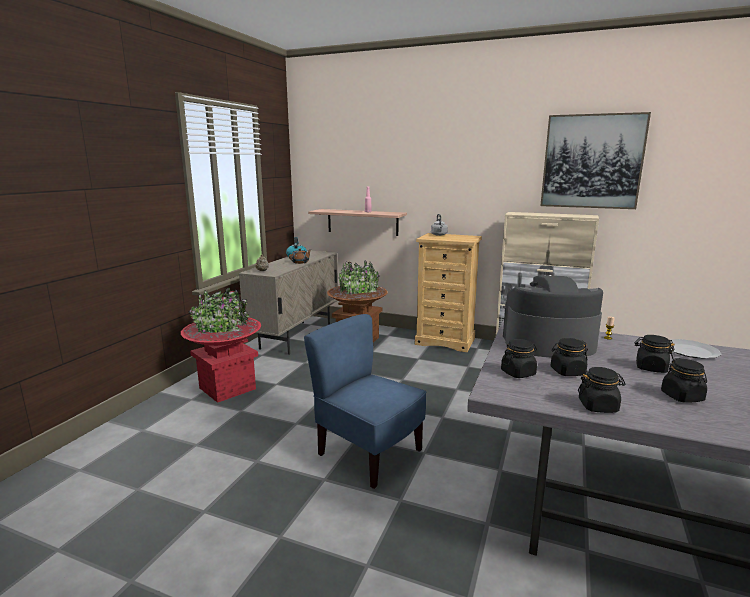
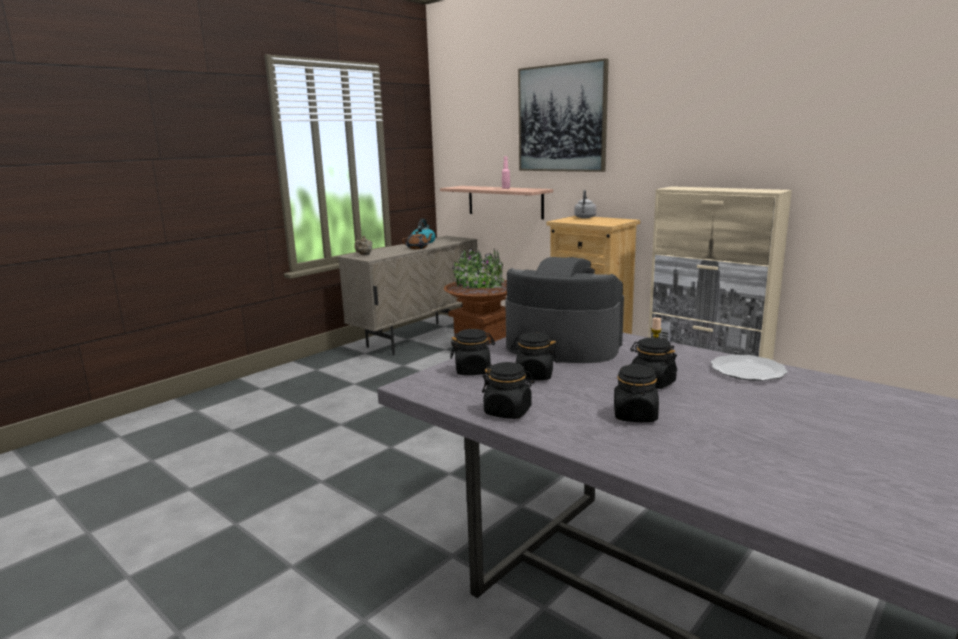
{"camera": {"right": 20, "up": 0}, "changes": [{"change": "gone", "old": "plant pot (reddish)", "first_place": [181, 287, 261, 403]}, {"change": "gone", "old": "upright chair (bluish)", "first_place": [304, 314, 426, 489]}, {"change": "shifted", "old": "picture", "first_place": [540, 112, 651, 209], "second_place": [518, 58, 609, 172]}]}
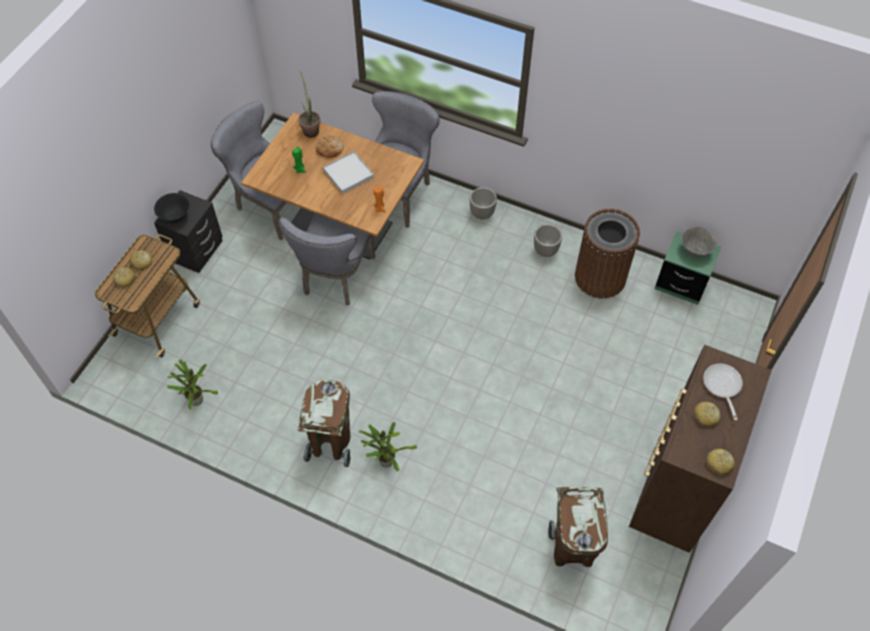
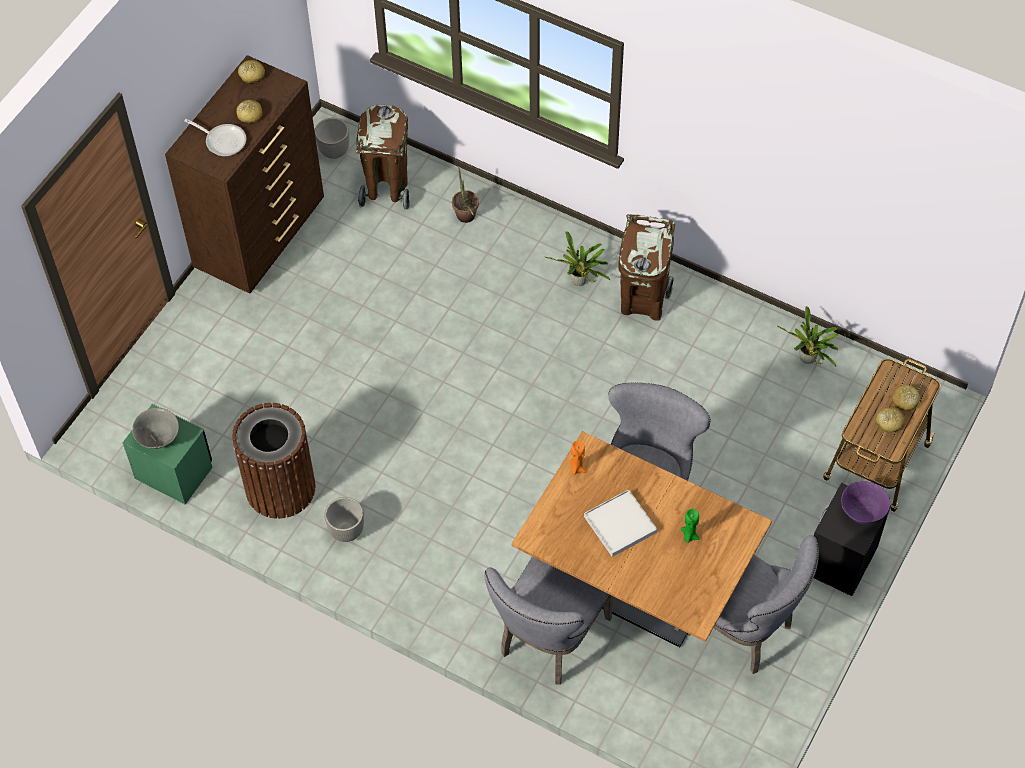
{"camera": {"right": -175, "up": 0}, "changes": [{"change": "gone", "old": "baked bread", "first_place": [316, 135, 344, 158]}, {"change": "shifted", "old": "potted plant", "first_place": [298, 72, 321, 138], "second_place": [452, 166, 479, 223]}, {"change": "shifted", "old": "plant pot", "first_place": [470, 187, 497, 220], "second_place": [315, 118, 349, 159]}, {"change": "repainted", "old": "serving bowl (black)", "new": "serving bowl (purple-coloured)", "first_place": [154, 193, 190, 223], "second_place": [841, 481, 890, 524]}, {"change": "rotated", "old": "frying pan", "first_place": [703, 363, 743, 420], "second_place": [184, 119, 246, 156], "degrees": -60}]}
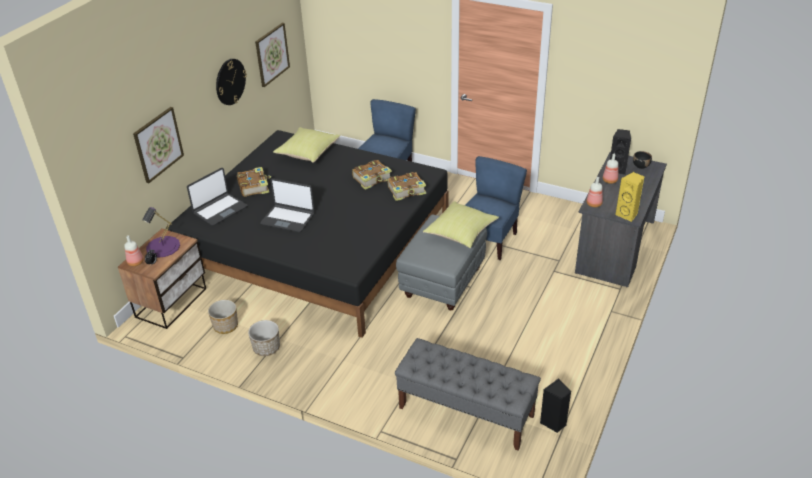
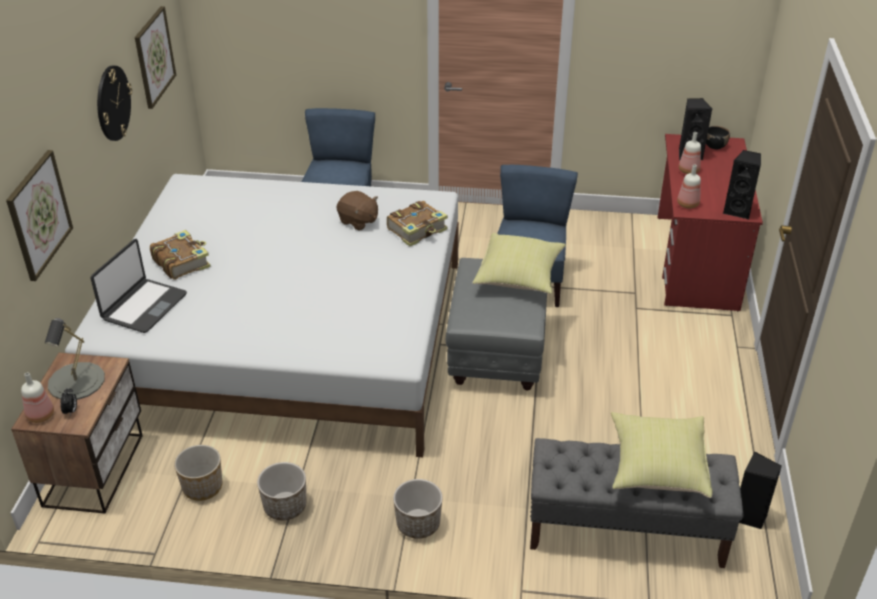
{"camera": {"right": -20, "up": 0}, "changes": [{"change": "gone", "old": "laptop", "first_place": [260, 178, 315, 232]}, {"change": "new", "new": "plant pot", "second_place": [393, 479, 443, 539]}, {"change": "shifted", "old": "cushion (yellow-coloured)", "first_place": [273, 127, 340, 163], "second_place": [611, 412, 712, 498]}, {"change": "swapped", "old": "volume", "new": "cuddly toy (brown)", "first_place": [352, 160, 392, 190], "second_place": [337, 191, 378, 231]}, {"change": "repainted", "old": "table lamp (purple-coloured)", "new": "table lamp (greyish)", "first_place": [142, 207, 180, 258], "second_place": [45, 318, 105, 400]}, {"change": "repainted", "old": "sleeping bed (black)", "new": "sleeping bed (white-coloured)", "first_place": [166, 130, 448, 338], "second_place": [65, 174, 459, 457]}, {"change": "repainted", "old": "desk unit (greyish)", "new": "desk unit (reddish)", "first_place": [575, 152, 667, 287], "second_place": [657, 134, 763, 311]}, {"change": "repainted", "old": "loudspeaker (yellow-coloured)", "new": "loudspeaker (black)", "first_place": [615, 172, 644, 222], "second_place": [723, 150, 761, 219]}]}
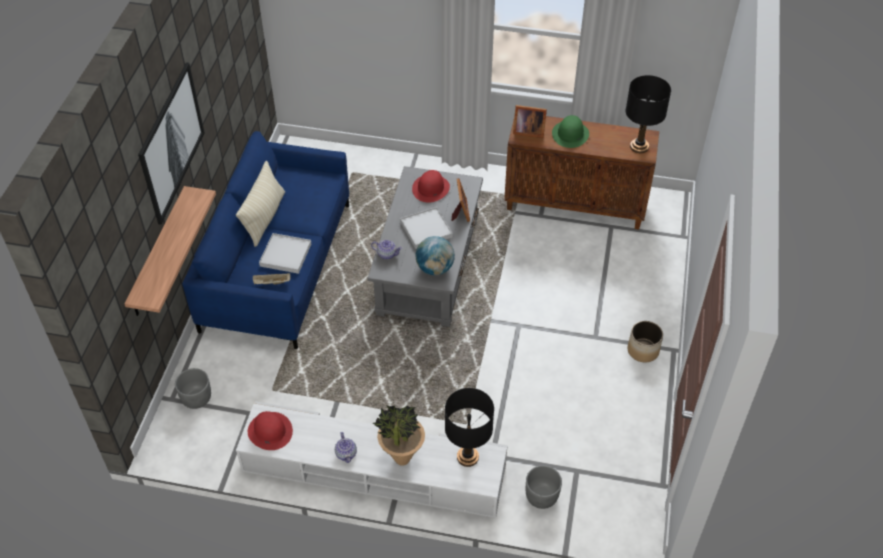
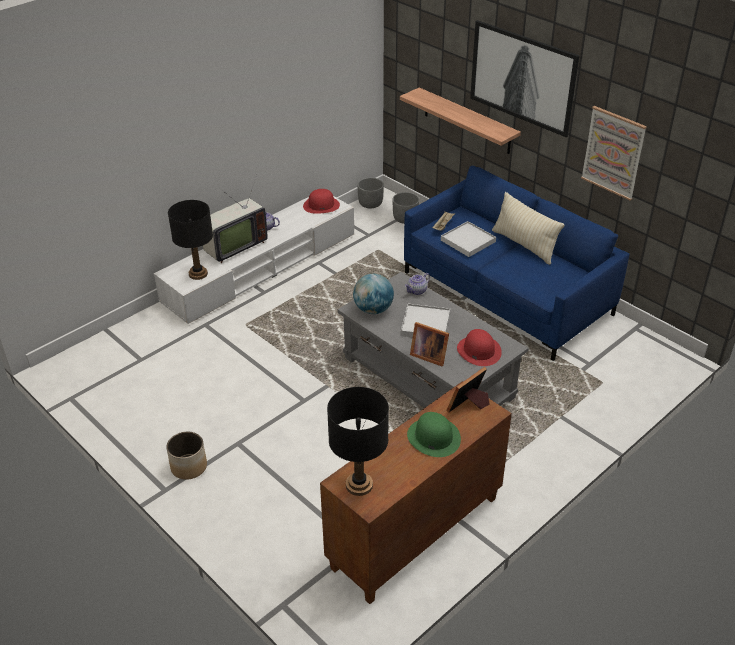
{"camera": {"right": 125, "up": -10}, "changes": [{"change": "new", "new": "picture", "second_place": [581, 106, 647, 200]}, {"change": "shifted", "old": "plant pot (greyish)", "first_place": [526, 465, 562, 509], "second_place": [357, 178, 384, 208]}, {"change": "swapped", "old": "potted plant", "new": "television", "first_place": [372, 405, 425, 466], "second_place": [203, 174, 268, 263]}]}
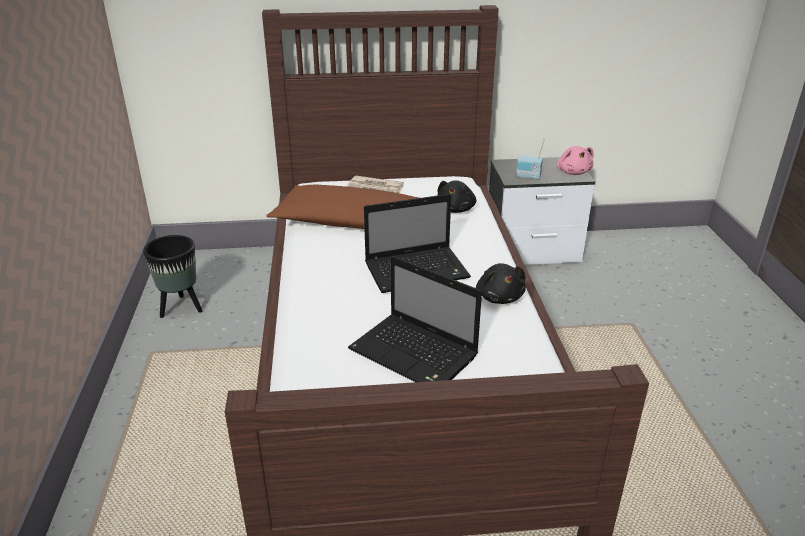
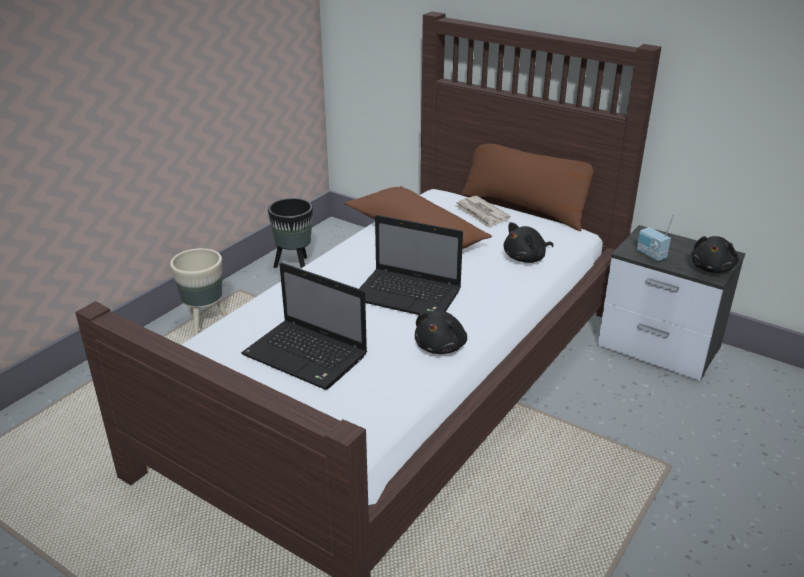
{"camera": {"right": 40, "up": 0}, "changes": [{"change": "new", "new": "plant pot (sand-coloured)", "second_place": [170, 248, 228, 336]}, {"change": "new", "new": "cushion (brown)", "second_place": [461, 144, 593, 231]}, {"change": "repainted", "old": "cuddly toy (pink-coloured)", "new": "cuddly toy (black)", "first_place": [557, 146, 594, 175], "second_place": [692, 236, 739, 273]}, {"change": "rotated", "old": "laptop", "first_place": [348, 256, 482, 382], "second_place": [241, 262, 367, 390], "degrees": -45}]}
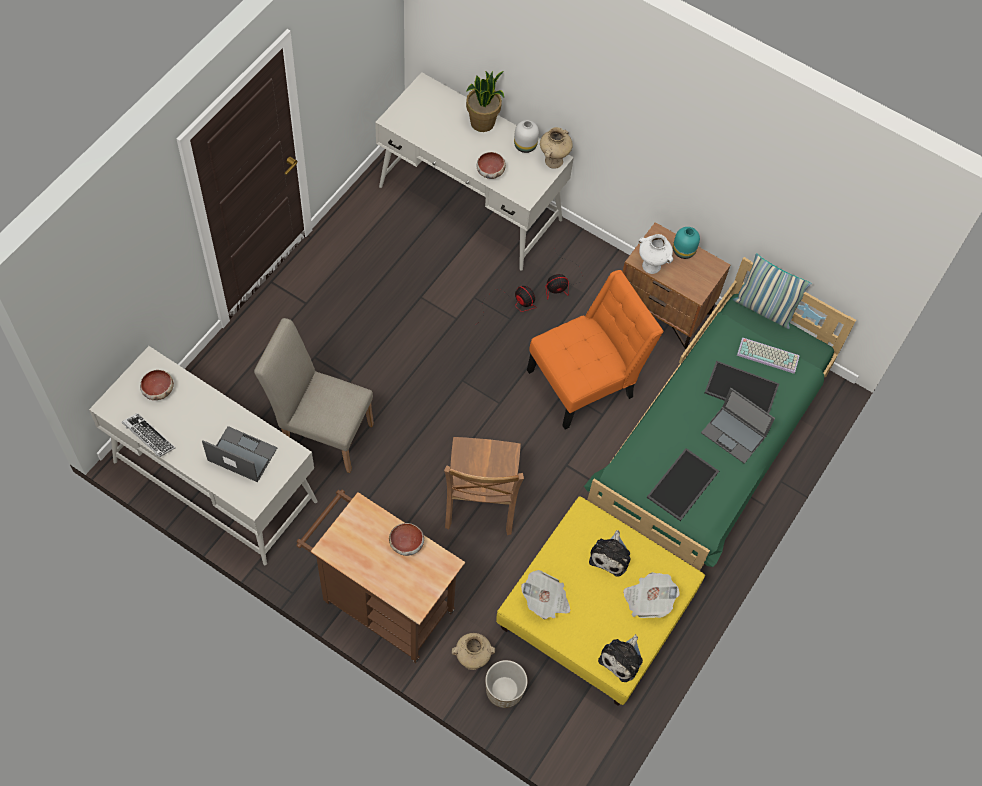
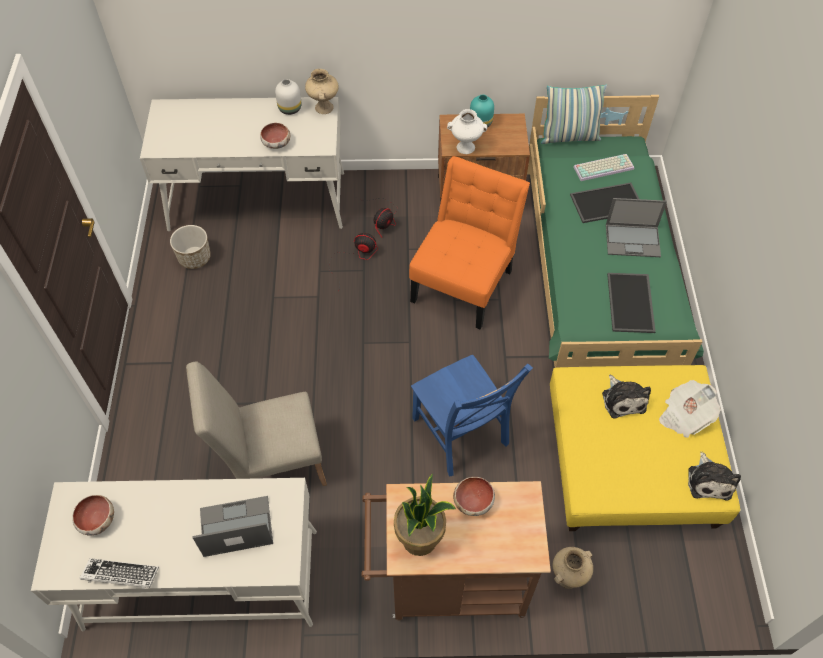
{"camera": {"right": -30, "up": -5}, "changes": [{"change": "gone", "old": "daily paper", "first_place": [521, 570, 571, 619]}, {"change": "shifted", "old": "potted plant", "first_place": [466, 71, 504, 132], "second_place": [394, 474, 456, 556]}, {"change": "shifted", "old": "plant pot", "first_place": [485, 660, 527, 708], "second_place": [170, 225, 211, 269]}, {"change": "repainted", "old": "upright chair (brown)", "new": "upright chair (bluish)", "first_place": [444, 437, 524, 535], "second_place": [411, 355, 533, 477]}]}
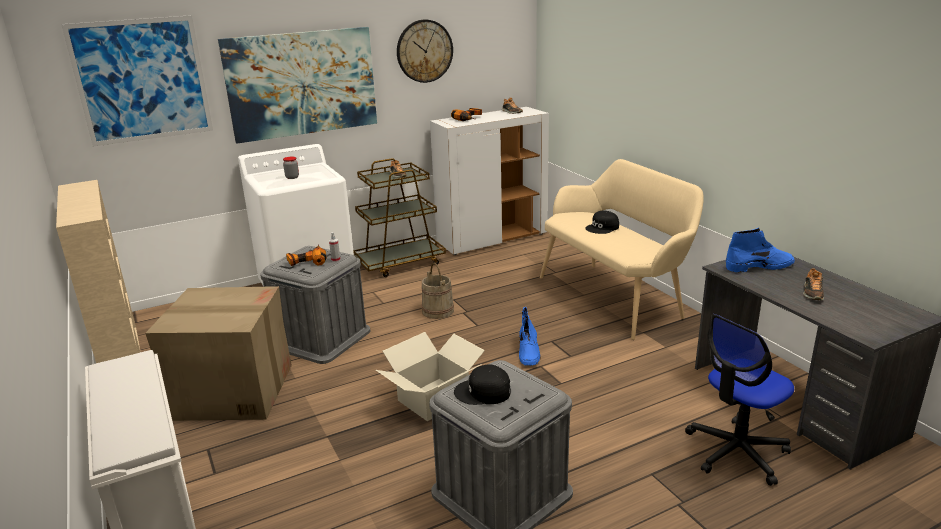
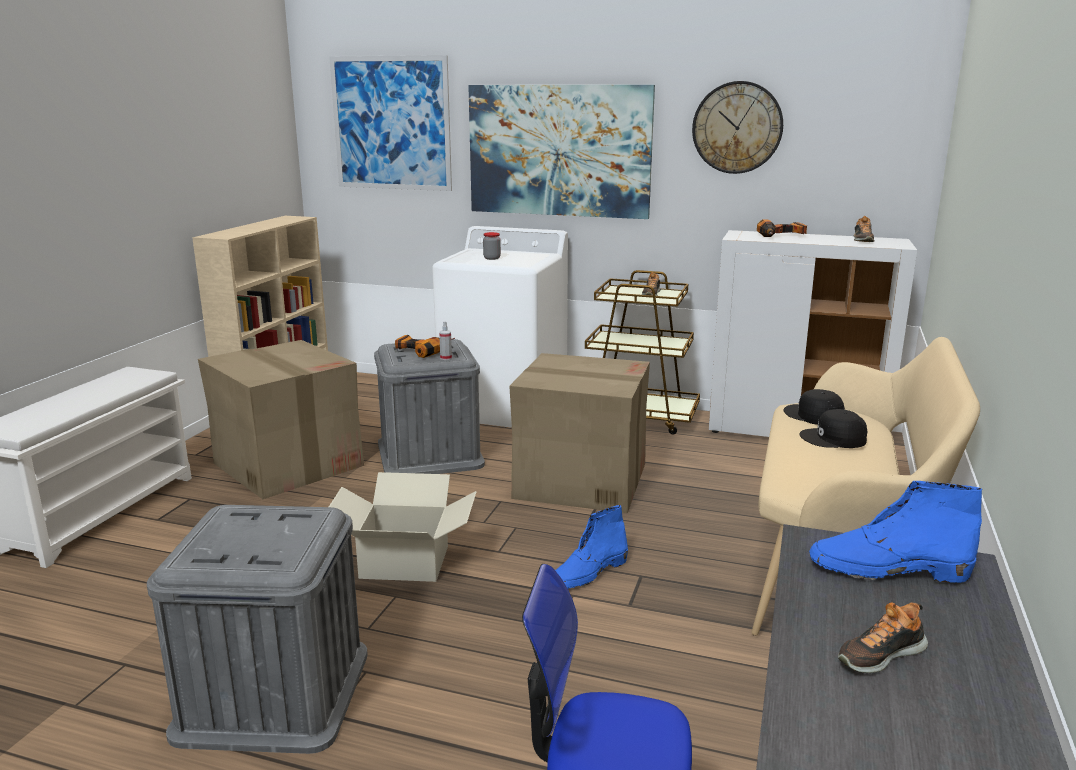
{"camera": {"right": 45, "up": -5}, "changes": [{"change": "shifted", "old": "peaked cap (black)", "first_place": [454, 365, 511, 405], "second_place": [783, 389, 845, 425]}, {"change": "swapped", "old": "pail (sand-coloured)", "new": "packing box", "first_place": [421, 263, 454, 319], "second_place": [510, 353, 650, 513]}, {"change": "rotated", "old": "high-top boot (bluish)", "first_place": [726, 228, 795, 272], "second_place": [809, 481, 982, 583], "degrees": 150}]}
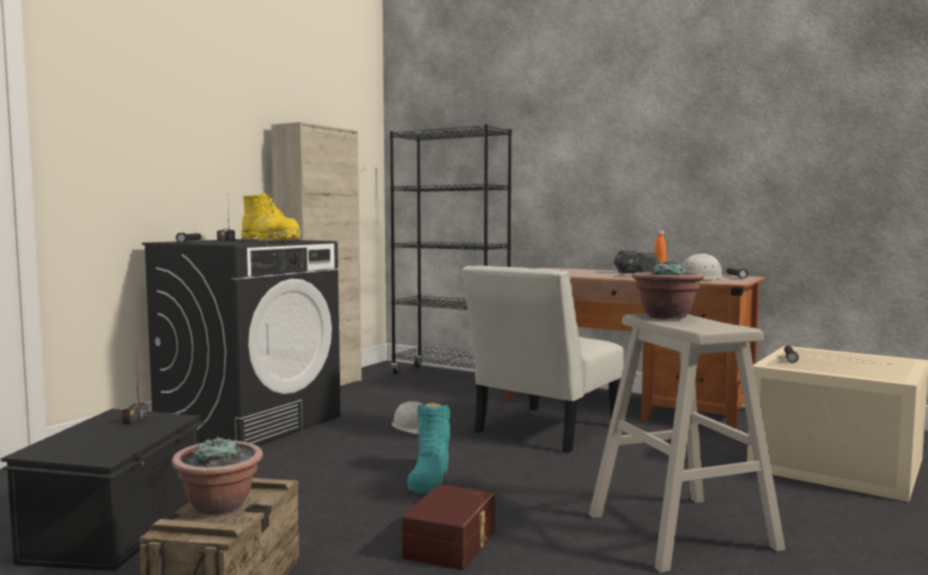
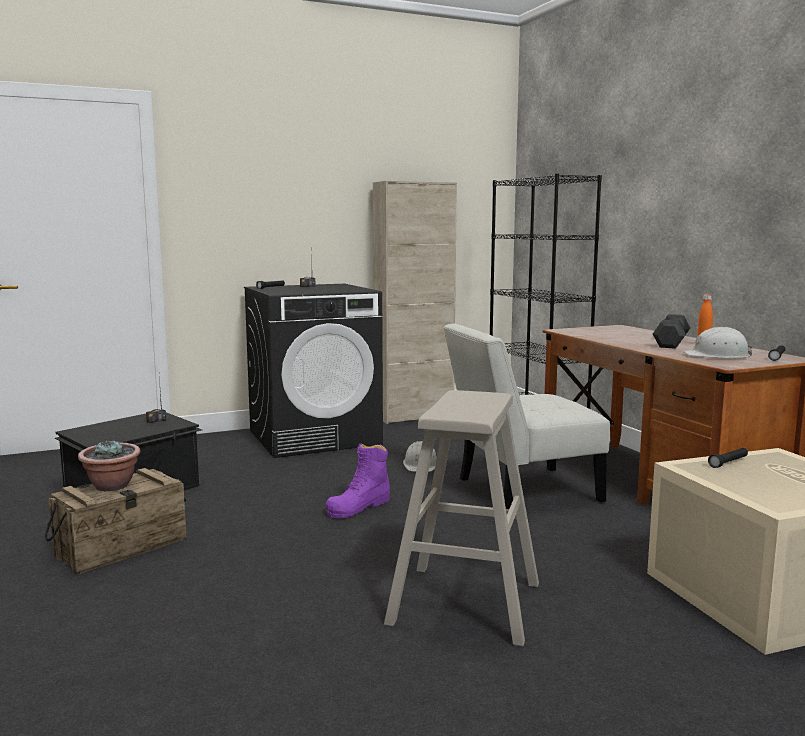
{"camera": {"right": 35, "up": 5}, "changes": [{"change": "gone", "old": "high-top boot (yellow-coloured)", "first_place": [241, 193, 301, 242]}, {"change": "gone", "old": "storage bin (brown)", "first_place": [402, 484, 495, 570]}, {"change": "gone", "old": "potted plant", "first_place": [632, 260, 704, 319]}, {"change": "repainted", "old": "high-top boot (turquoise)", "new": "high-top boot (purple-coloured)", "first_place": [407, 403, 450, 493], "second_place": [326, 443, 390, 518]}]}
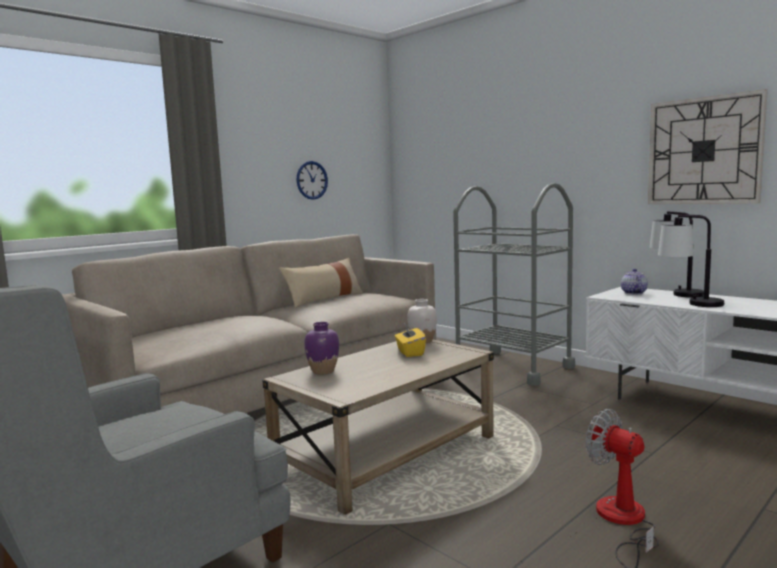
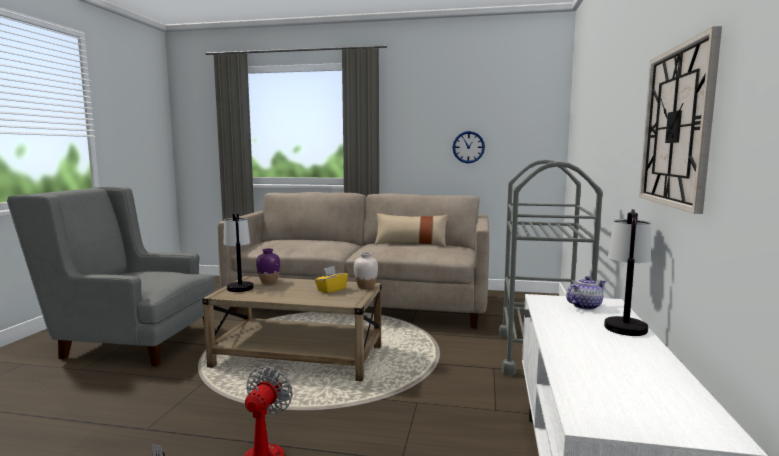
{"camera": {"right": 55, "up": 0}, "changes": [{"change": "shifted", "old": "table lamp", "first_place": [658, 214, 724, 307], "second_place": [224, 211, 253, 292]}]}
